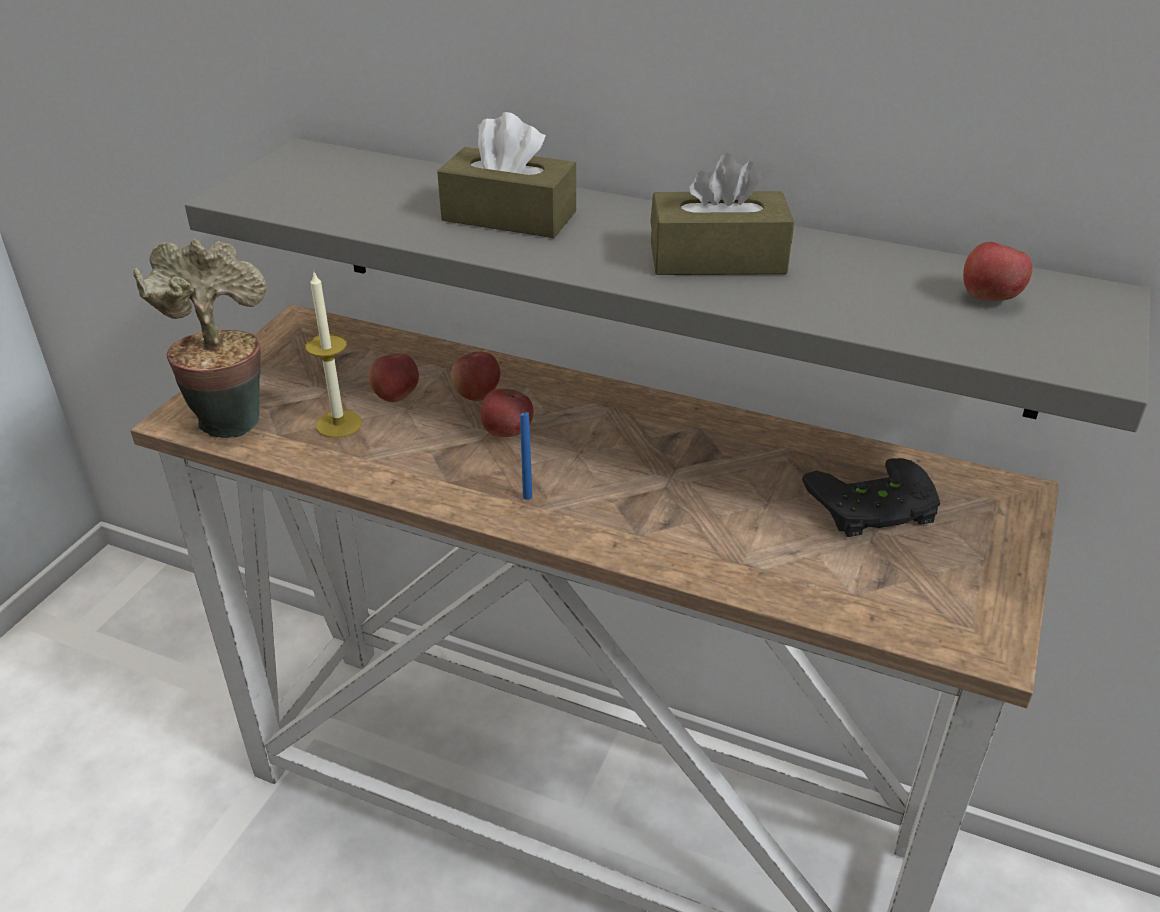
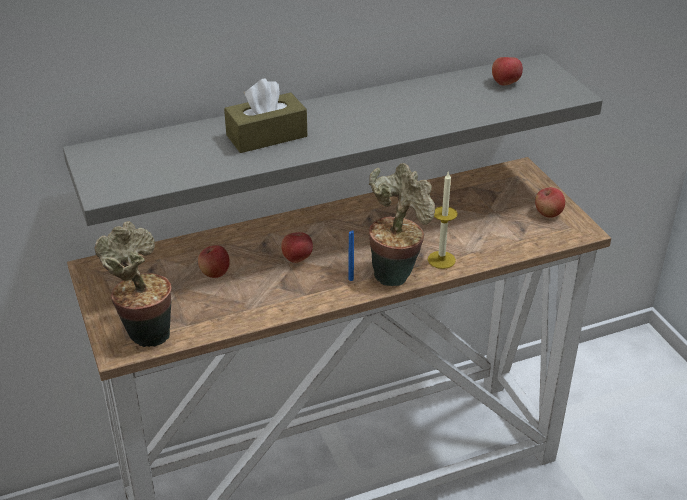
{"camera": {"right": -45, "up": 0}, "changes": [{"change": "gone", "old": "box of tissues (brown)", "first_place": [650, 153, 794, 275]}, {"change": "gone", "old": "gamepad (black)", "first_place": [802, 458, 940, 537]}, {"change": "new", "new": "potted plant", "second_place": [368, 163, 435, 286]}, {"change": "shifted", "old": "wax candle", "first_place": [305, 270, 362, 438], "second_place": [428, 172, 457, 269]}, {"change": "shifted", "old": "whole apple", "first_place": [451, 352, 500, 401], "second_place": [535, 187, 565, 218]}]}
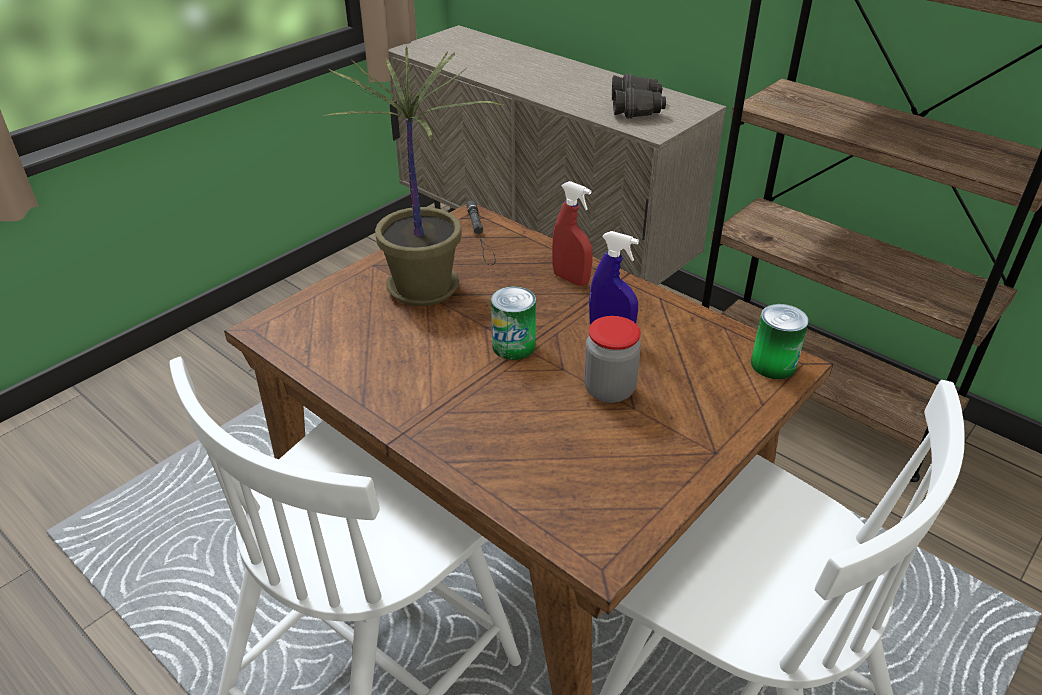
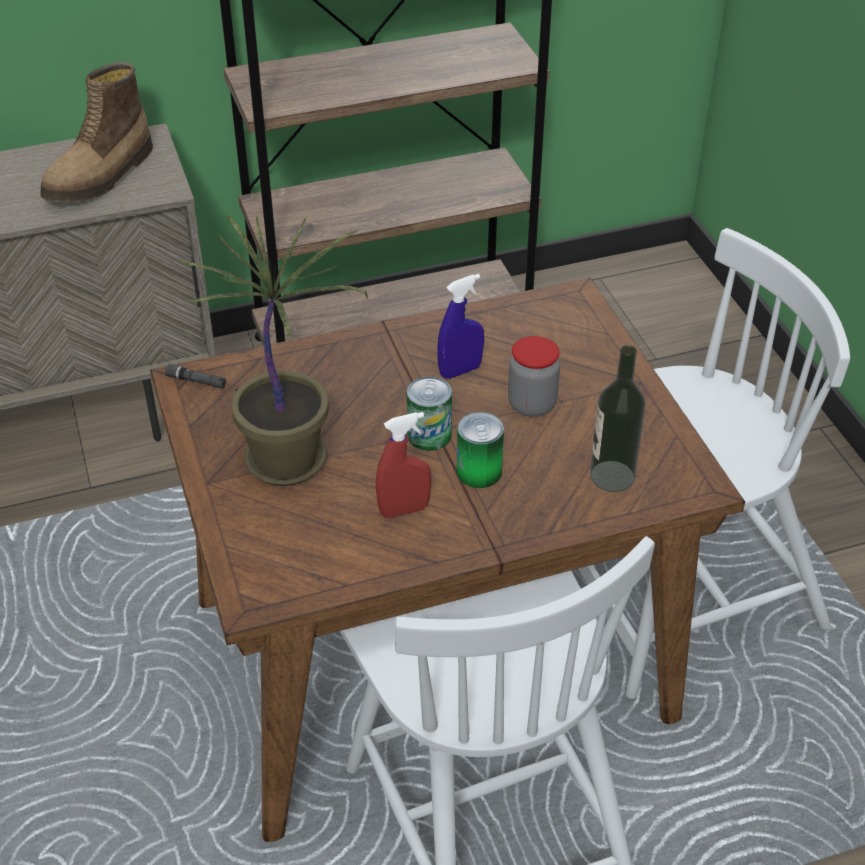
{"camera": {"right": -60, "up": 5}, "changes": [{"change": "new", "new": "bottle", "second_place": [590, 345, 646, 492]}, {"change": "shifted", "old": "hand sprayer (reddish)", "first_place": [552, 181, 593, 286], "second_place": [376, 412, 431, 518]}, {"change": "shifted", "old": "metal can", "first_place": [751, 304, 809, 379], "second_place": [456, 412, 504, 488]}, {"change": "swapped", "old": "binoculars (black)", "new": "high-top boot", "first_place": [612, 73, 666, 119], "second_place": [40, 62, 153, 203]}]}
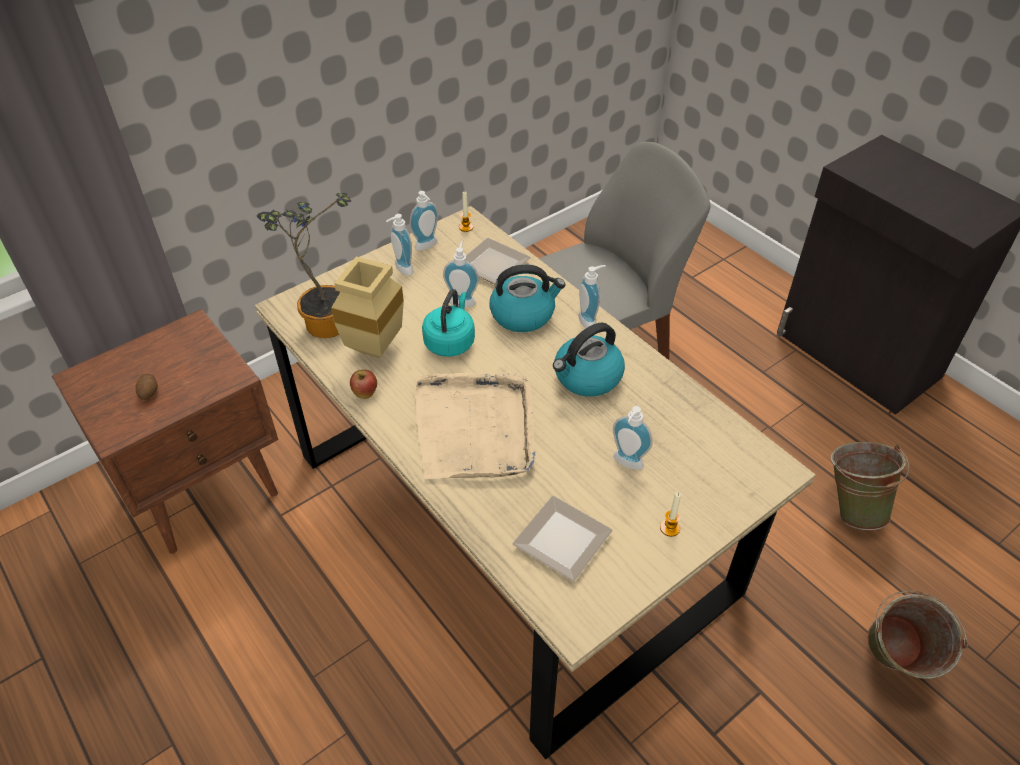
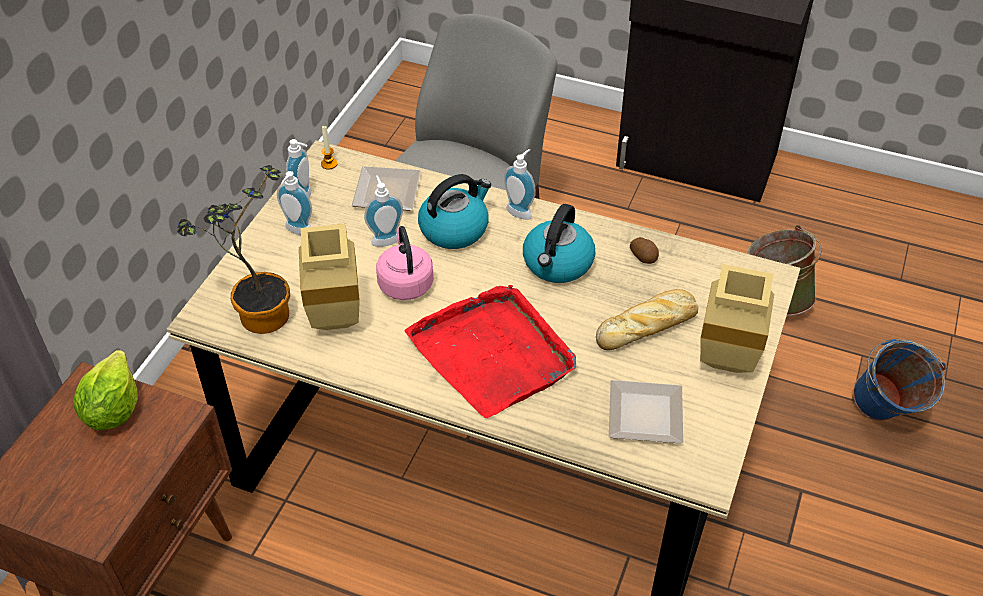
{"camera": {"right": -30, "up": 0}, "changes": [{"change": "gone", "old": "whole apple", "first_place": [350, 370, 377, 399]}, {"change": "new", "new": "lettuce", "second_place": [73, 350, 138, 430]}, {"change": "shifted", "old": "spud", "first_place": [136, 374, 158, 400], "second_place": [630, 237, 659, 264]}, {"change": "swapped", "old": "liquid soap bottle", "new": "baked bread", "first_place": [613, 406, 652, 470], "second_place": [596, 289, 698, 350]}, {"change": "swapped", "old": "wax candle", "new": "vase (sand-coloured)", "first_place": [660, 492, 681, 537], "second_place": [700, 264, 774, 373]}, {"change": "repainted", "old": "carrying tray (sand-coloured)", "new": "carrying tray (reddish)", "first_place": [413, 373, 536, 479], "second_place": [405, 285, 576, 418]}, {"change": "repainted", "old": "kettle (turquoise)", "new": "kettle (pink-coloured)", "first_place": [422, 289, 475, 357], "second_place": [376, 226, 434, 300]}, {"change": "repainted", "old": "pail (green)", "new": "pail (bluish)", "first_place": [867, 590, 968, 679], "second_place": [853, 339, 947, 421]}]}
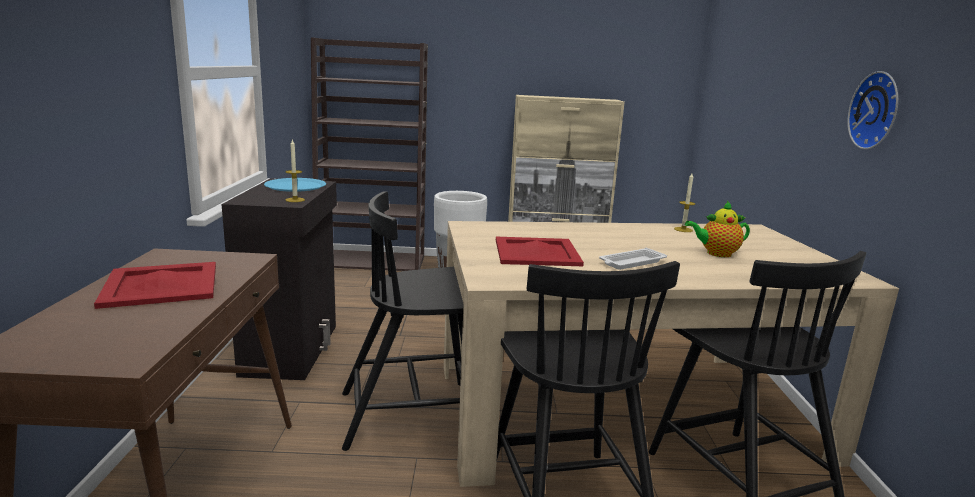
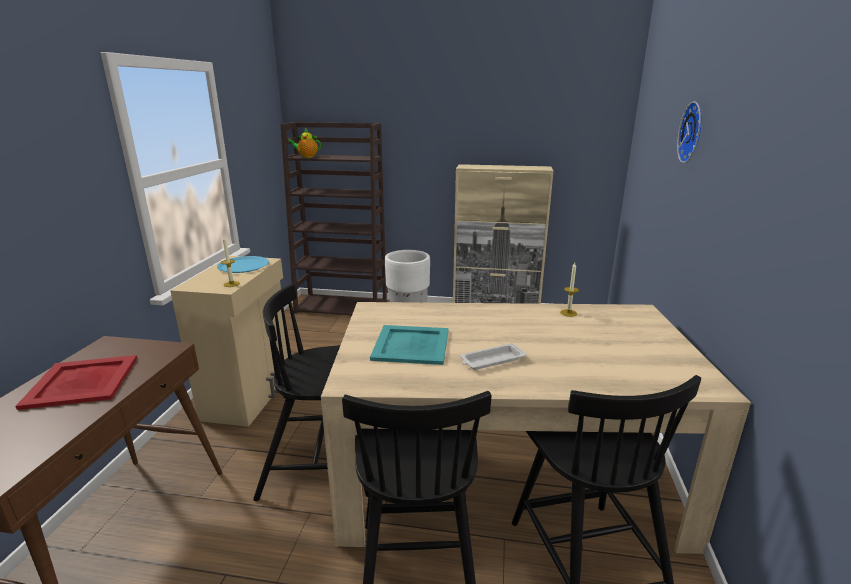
{"camera": {"right": 10, "up": 5}, "changes": [{"change": "shifted", "old": "tea pot", "first_place": [685, 201, 750, 257], "second_place": [288, 128, 321, 158]}, {"change": "shifted", "old": "clock on the wall", "first_place": [847, 71, 898, 149], "second_place": [677, 101, 702, 163]}, {"change": "repainted", "old": "cupboard (black)", "new": "cupboard (sand-coloured)", "first_place": [221, 178, 337, 380], "second_place": [170, 256, 288, 427]}, {"change": "repainted", "old": "carrying tray (reddish)", "new": "carrying tray (turquoise)", "first_place": [496, 237, 584, 266], "second_place": [370, 325, 449, 365]}]}
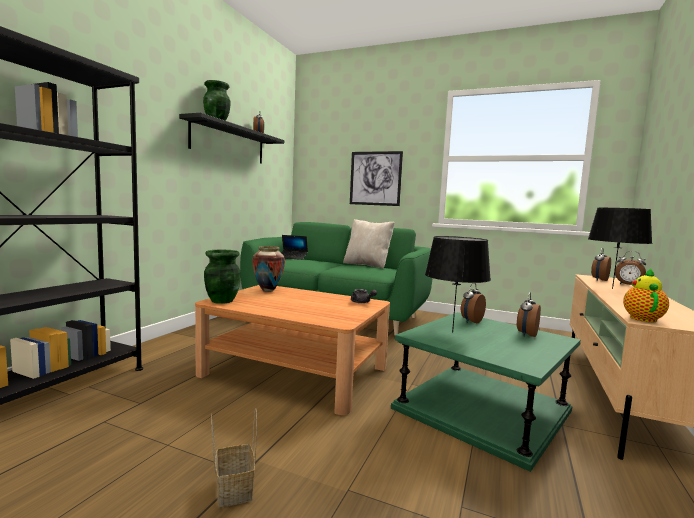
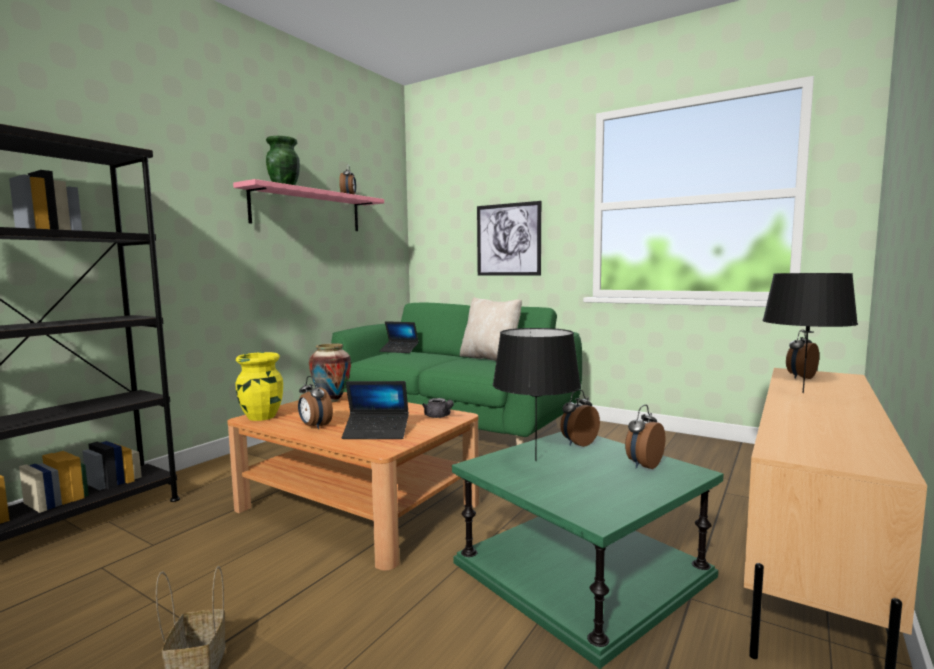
{"camera": {"right": 10, "up": 0}, "changes": [{"change": "gone", "old": "tea pot", "first_place": [623, 268, 669, 322]}, {"change": "new", "new": "laptop", "second_place": [342, 381, 409, 439]}, {"change": "shifted", "old": "table clock", "first_place": [615, 251, 646, 285], "second_place": [298, 376, 333, 429]}, {"change": "repainted", "old": "wall shelf (black)", "new": "wall shelf (pink-coloured)", "first_place": [179, 113, 284, 164], "second_place": [233, 179, 384, 231]}, {"change": "repainted", "old": "vase (green)", "new": "vase (yellow-coloured)", "first_place": [204, 250, 241, 304], "second_place": [235, 352, 283, 421]}]}
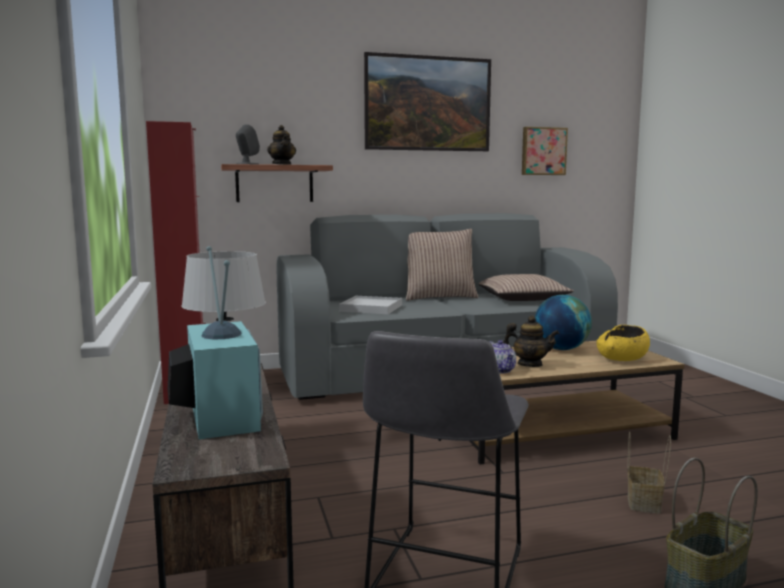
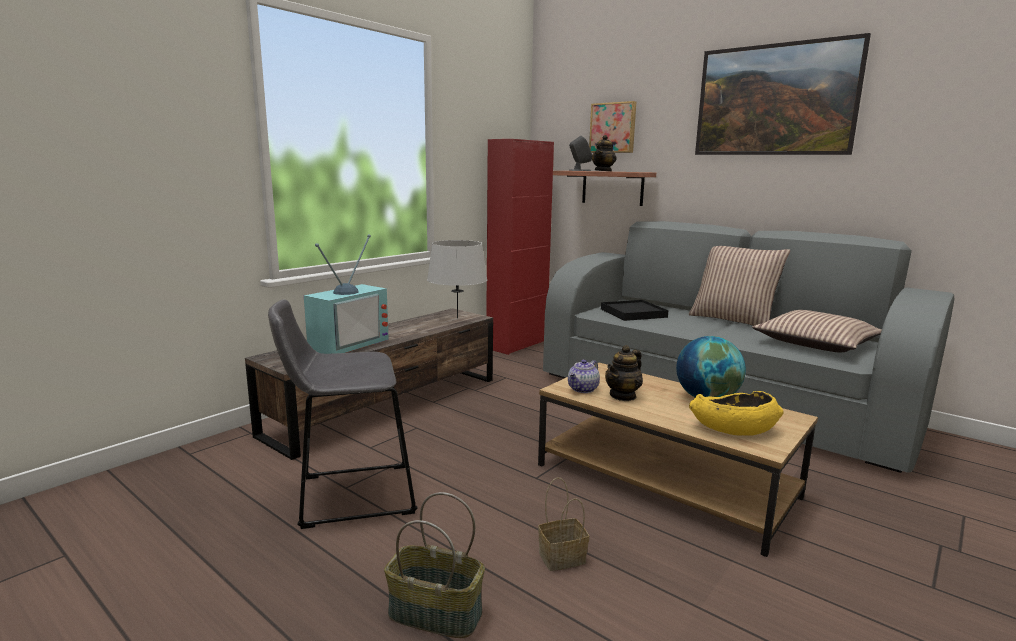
{"camera": {"right": 55, "up": 5}, "changes": [{"change": "shifted", "old": "picture", "first_place": [522, 127, 568, 175], "second_place": [589, 101, 636, 153]}, {"change": "repainted", "old": "carrying tray (white-coloured)", "new": "carrying tray (black)", "first_place": [339, 296, 402, 314], "second_place": [601, 300, 668, 321]}, {"change": "rotated", "old": "tea pot", "first_place": [503, 316, 559, 367], "second_place": [605, 345, 643, 401], "degrees": 60}]}
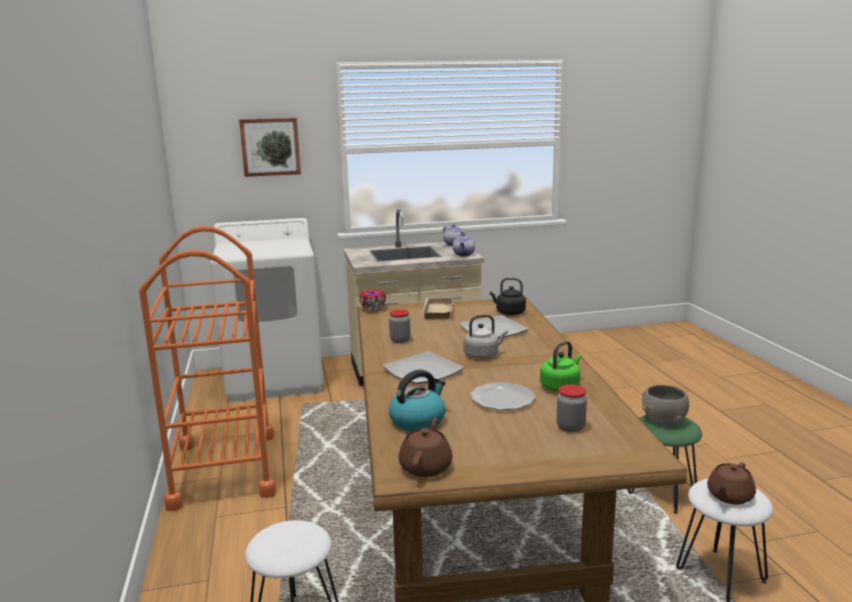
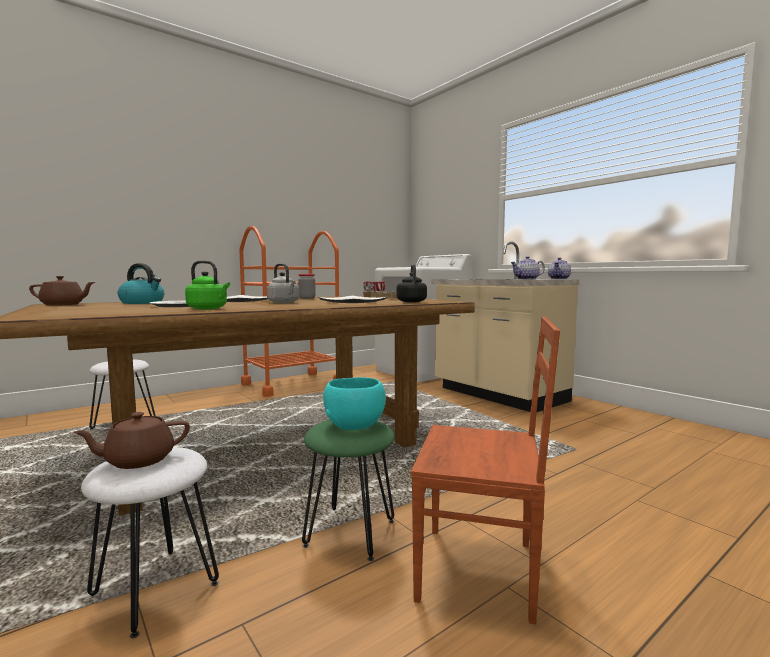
{"camera": {"right": 65, "up": -10}, "changes": [{"change": "gone", "old": "picture", "first_place": [239, 118, 301, 177]}, {"change": "gone", "old": "preserve jar", "first_place": [557, 385, 587, 432]}, {"change": "new", "new": "upright chair (brown)", "second_place": [411, 317, 560, 625]}, {"change": "repainted", "old": "serving bowl (greyish)", "new": "serving bowl (turquoise)", "first_place": [642, 385, 689, 426], "second_place": [323, 377, 386, 430]}, {"change": "rotated", "old": "tea pot (brown)", "first_place": [707, 462, 756, 504], "second_place": [73, 412, 190, 469], "degrees": -45}]}
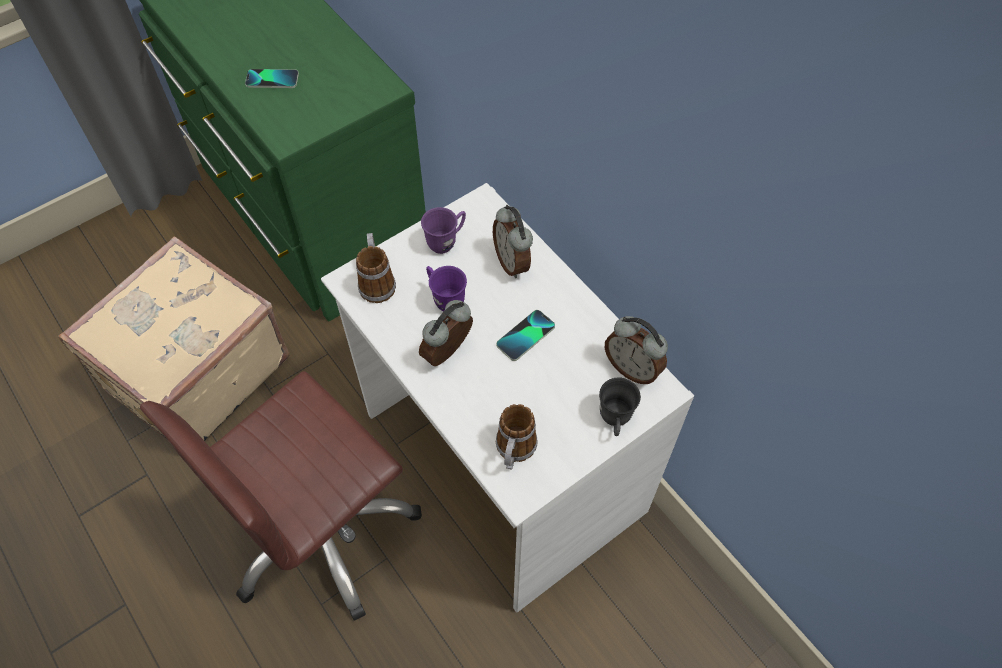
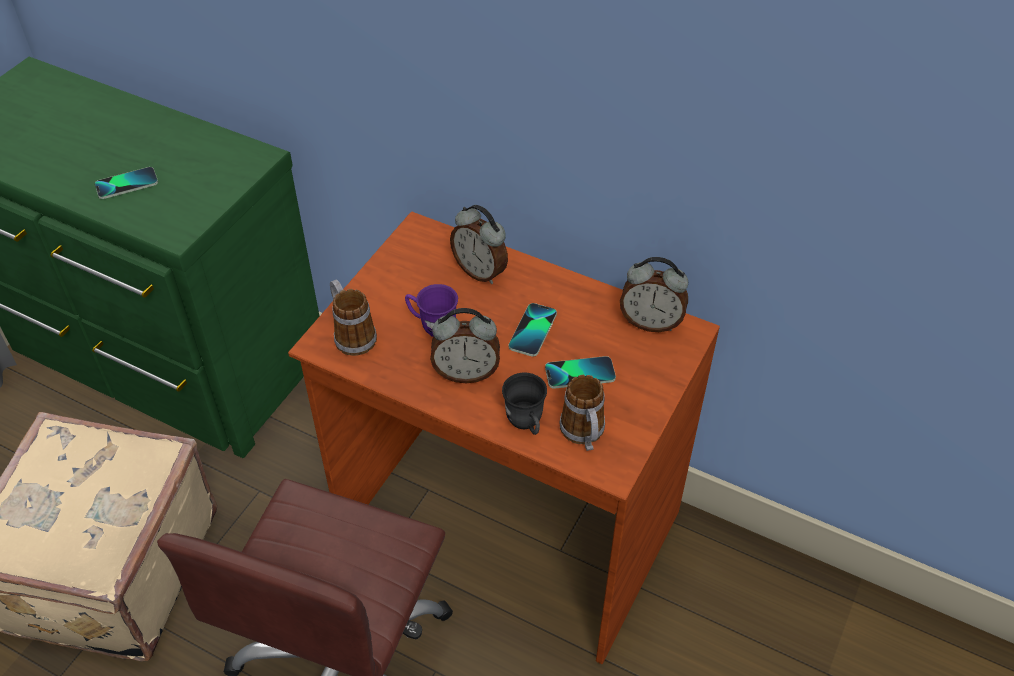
{"camera": {"right": -25, "up": -10}, "changes": [{"change": "gone", "old": "tea mug (purple-coloured)", "first_place": [421, 207, 466, 254]}, {"change": "new", "new": "handset", "second_place": [545, 356, 616, 389]}, {"change": "shifted", "old": "tea mug (greyish)", "first_place": [599, 377, 641, 436], "second_place": [502, 372, 547, 435]}, {"change": "repainted", "old": "desk unit (white-coloured)", "new": "desk unit (brown)", "first_place": [321, 183, 694, 612], "second_place": [288, 212, 720, 664]}, {"change": "rotated", "old": "table clock", "first_place": [419, 300, 473, 366], "second_place": [430, 308, 500, 383], "degrees": -105}]}
